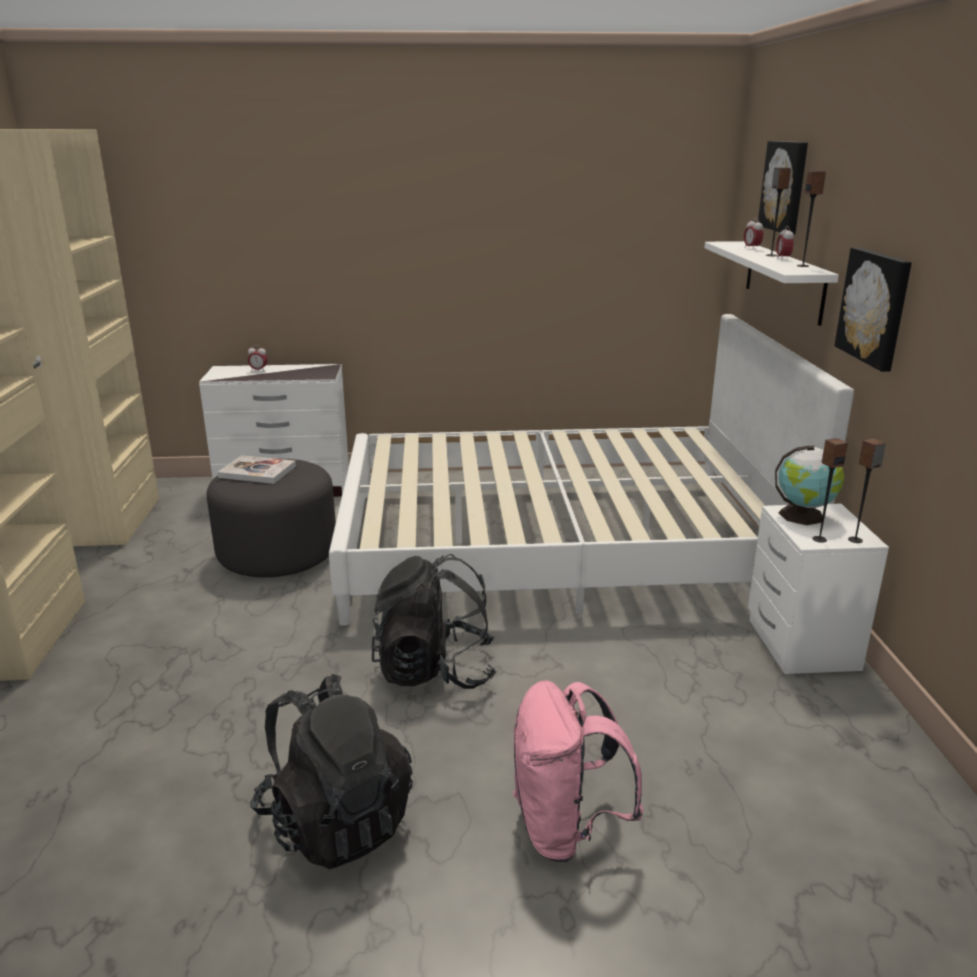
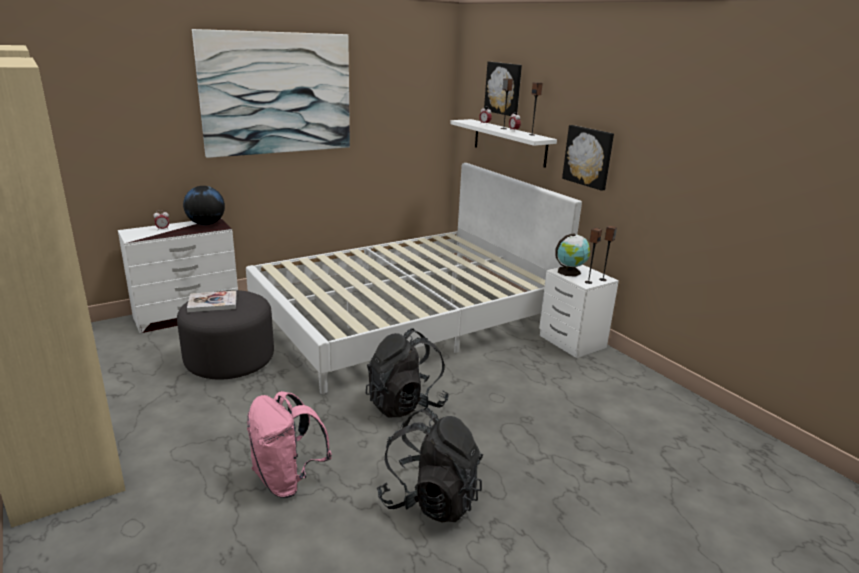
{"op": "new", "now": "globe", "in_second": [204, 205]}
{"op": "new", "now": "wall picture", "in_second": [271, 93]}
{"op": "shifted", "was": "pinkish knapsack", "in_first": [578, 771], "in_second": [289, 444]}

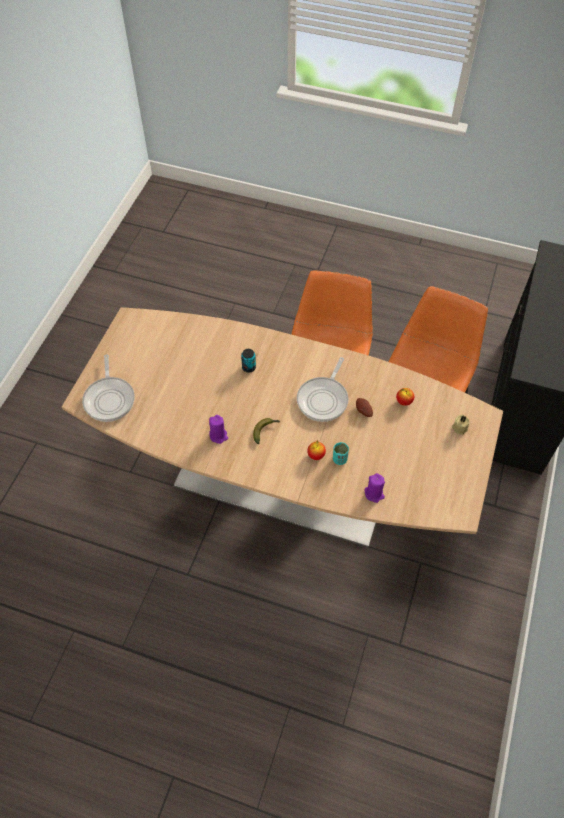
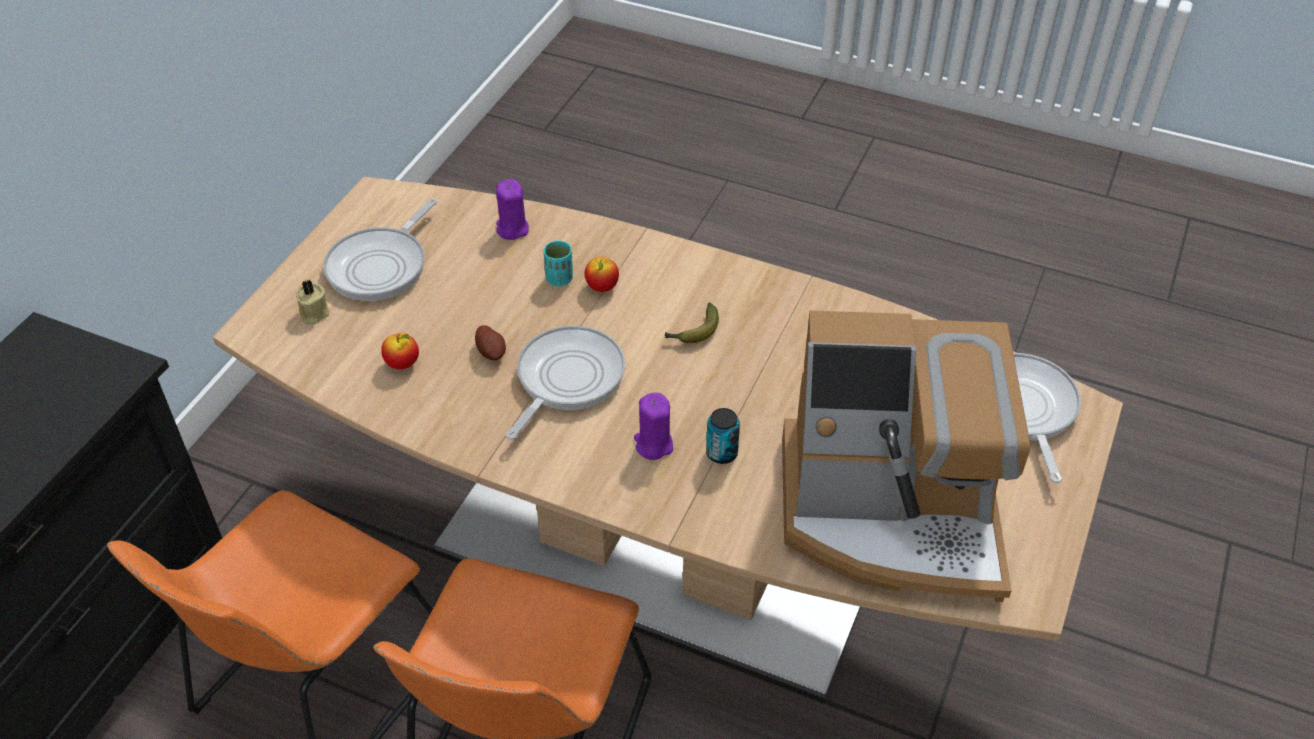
{"op": "new", "now": "pan", "in_second": [380, 249]}
{"op": "new", "now": "coffee brewer", "in_second": [906, 456]}
{"op": "shifted", "was": "purplish wax candle", "in_first": [218, 429], "in_second": [653, 426]}

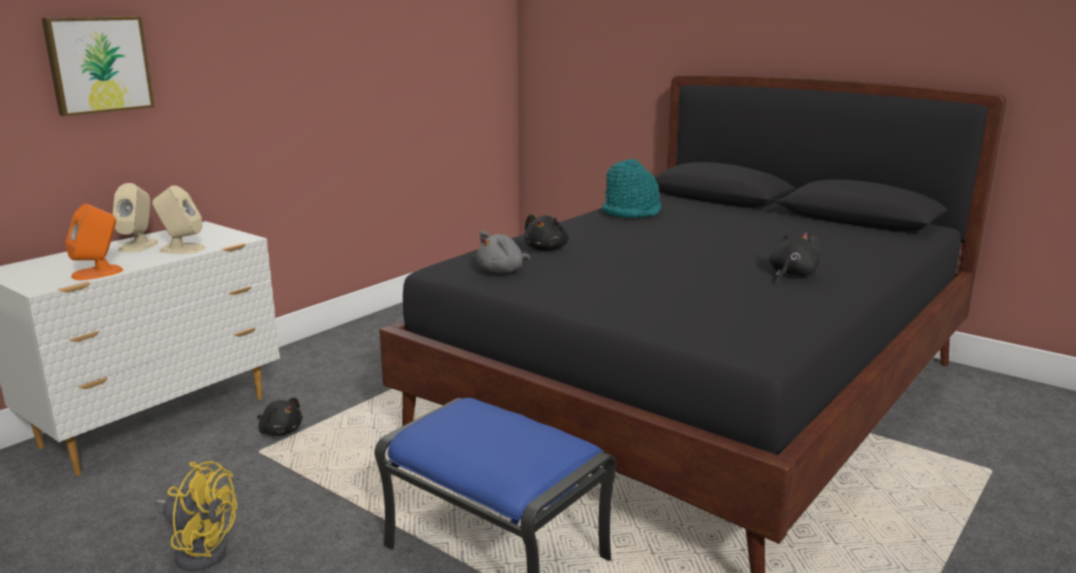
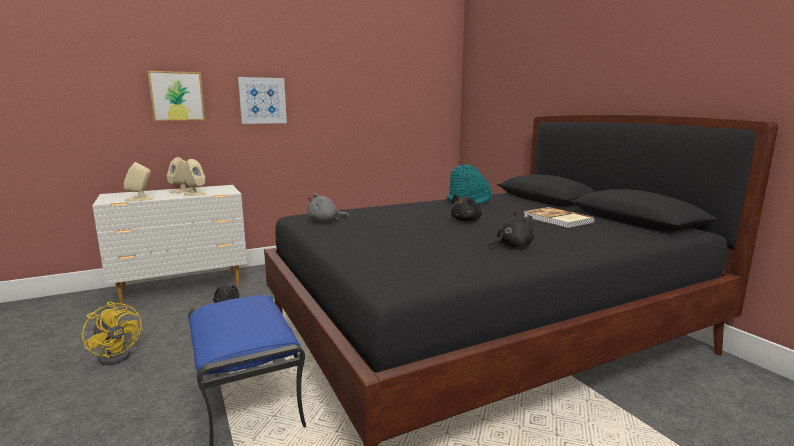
{"op": "new", "now": "wall picture", "in_second": [262, 100]}
{"op": "new", "now": "book", "in_second": [559, 217]}
{"op": "shifted", "was": "black-coloured plush toy", "in_first": [546, 232], "in_second": [466, 207]}
{"op": "repainted", "was": "orange loudspeaker", "now": "sand-coloured loudspeaker", "in_first": [94, 242], "in_second": [138, 181]}

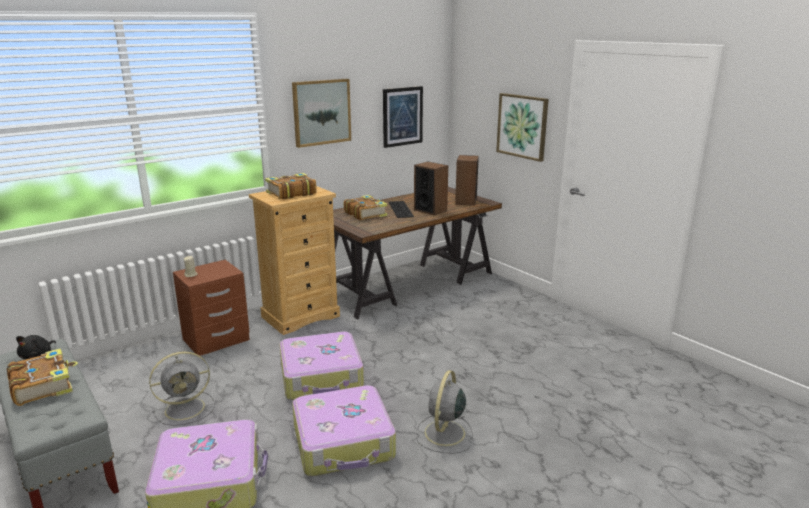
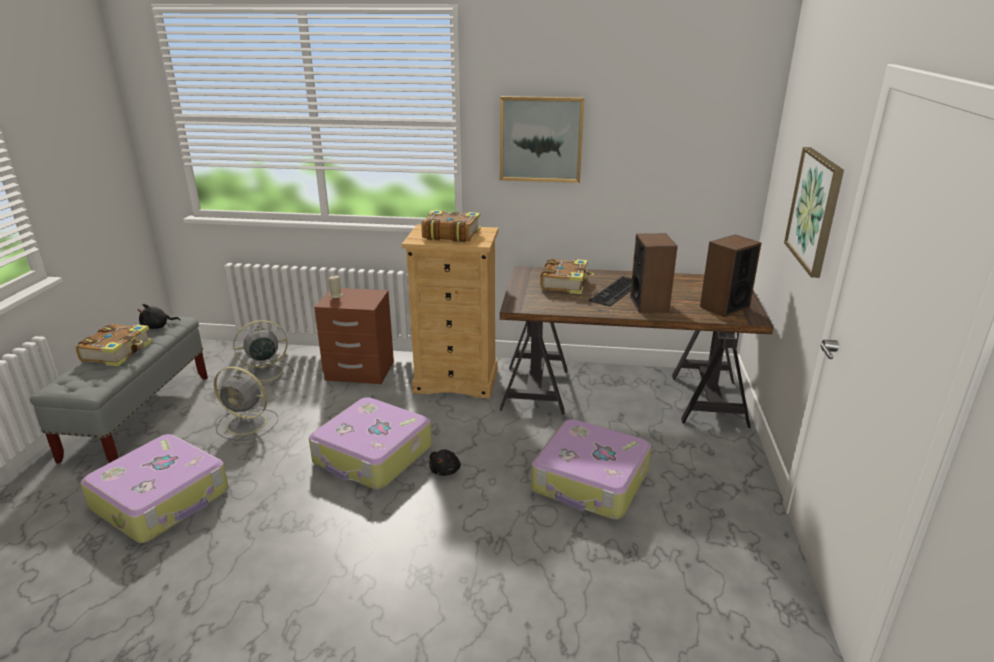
{"op": "gone", "was": "wall picture", "in_first": [403, 117]}
{"op": "new", "now": "black-coloured plush toy", "in_second": [445, 463]}
{"op": "shifted", "was": "suitcase", "in_first": [344, 430], "in_second": [591, 469]}
{"op": "shifted", "was": "greyish fan", "in_first": [444, 412], "in_second": [263, 353]}

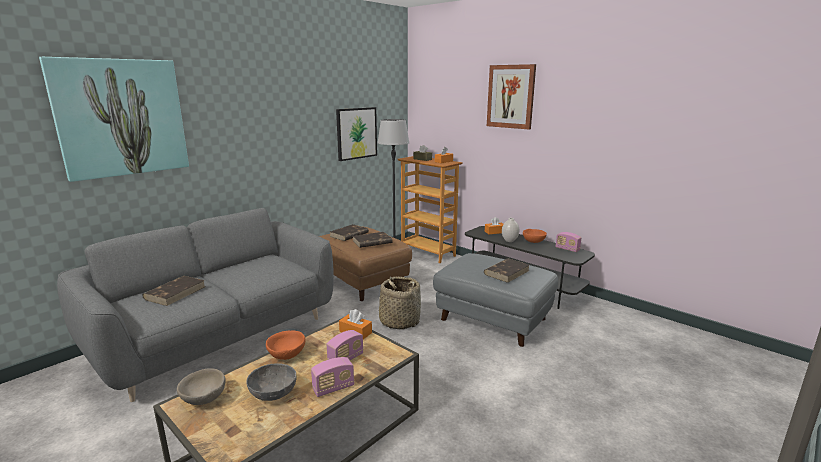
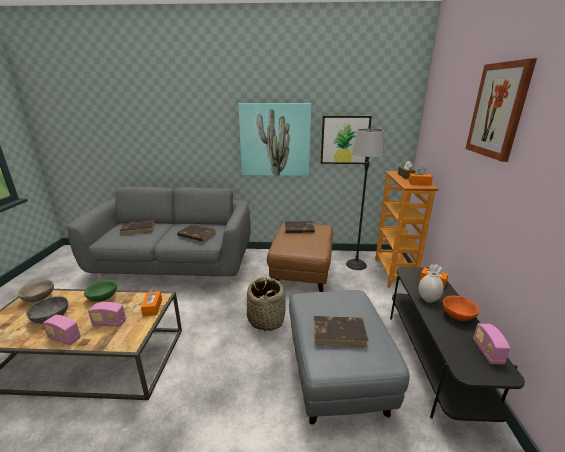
{"op": "shifted", "was": "wall picture", "in_first": [114, 119], "in_second": [274, 139]}
{"op": "shifted", "was": "brown-coloured book", "in_first": [372, 240], "in_second": [196, 233]}
{"op": "repainted", "was": "orange bowl", "now": "green bowl", "in_first": [285, 345], "in_second": [100, 291]}

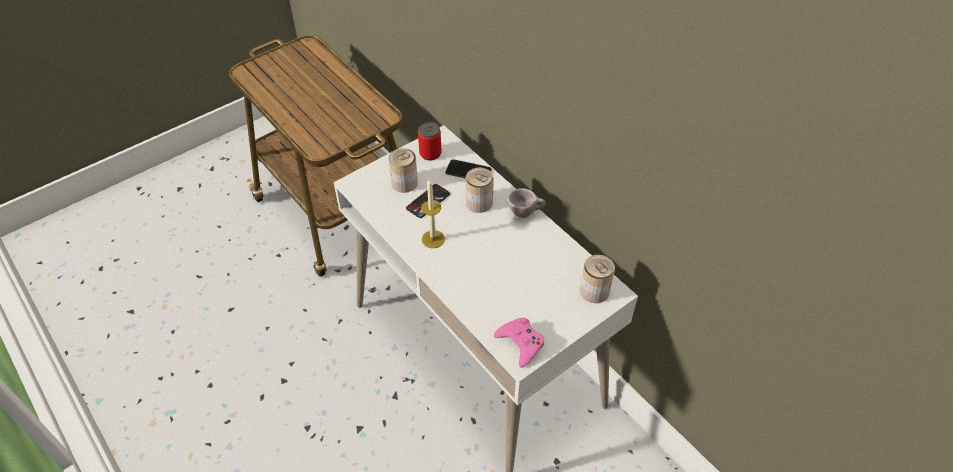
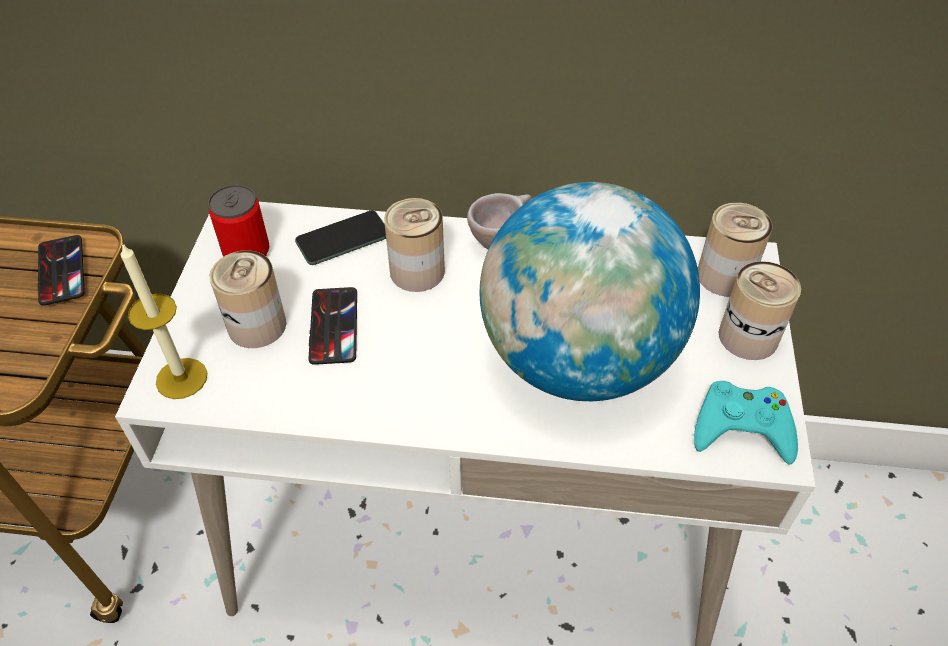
{"op": "new", "now": "handset", "in_second": [61, 270]}
{"op": "new", "now": "globe", "in_second": [590, 291]}
{"op": "new", "now": "sealed can", "in_second": [760, 310]}
{"op": "shifted", "was": "wax candle", "in_first": [433, 213], "in_second": [164, 321]}
{"op": "repainted", "was": "pinkish gamepad", "now": "blue-green gamepad", "in_first": [519, 343], "in_second": [746, 422]}

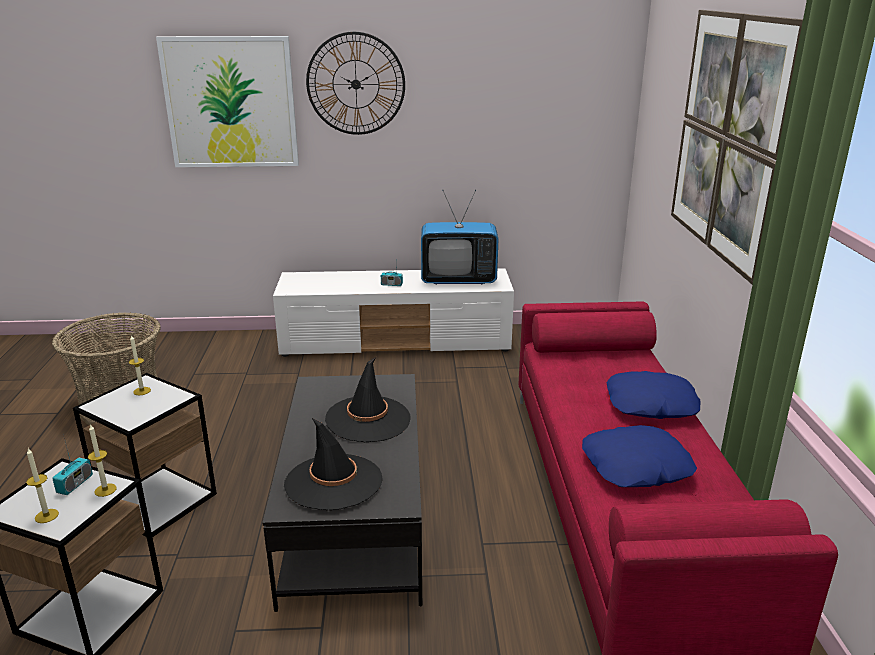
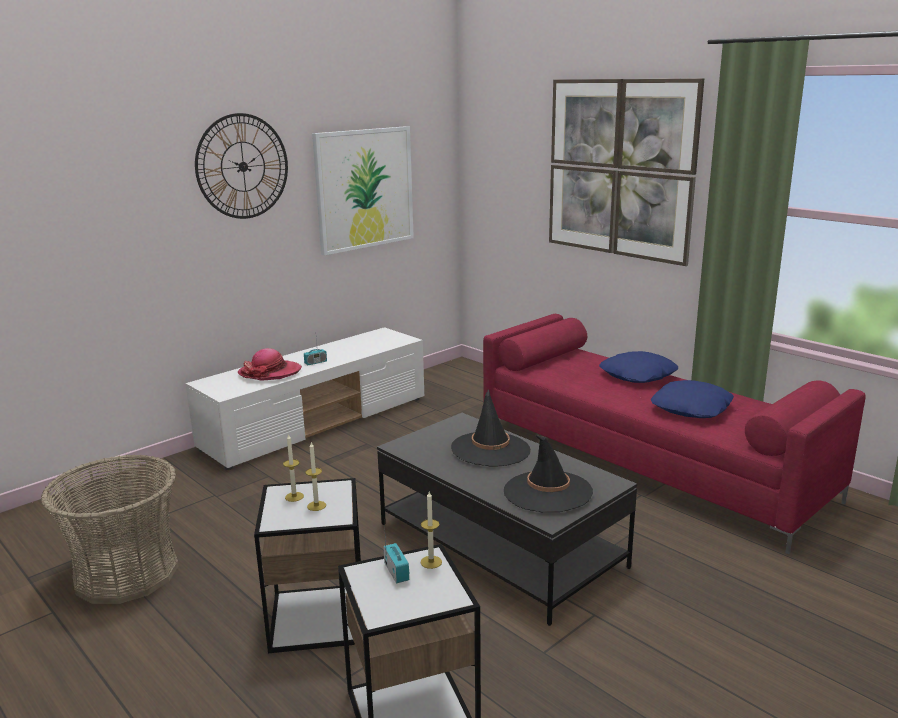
{"op": "gone", "was": "television", "in_first": [460, 237]}
{"op": "new", "now": "hat", "in_second": [270, 364]}
{"op": "shifted", "was": "wax candle", "in_first": [42, 485], "in_second": [315, 476]}
{"op": "shifted", "was": "wall picture", "in_first": [227, 101], "in_second": [363, 191]}

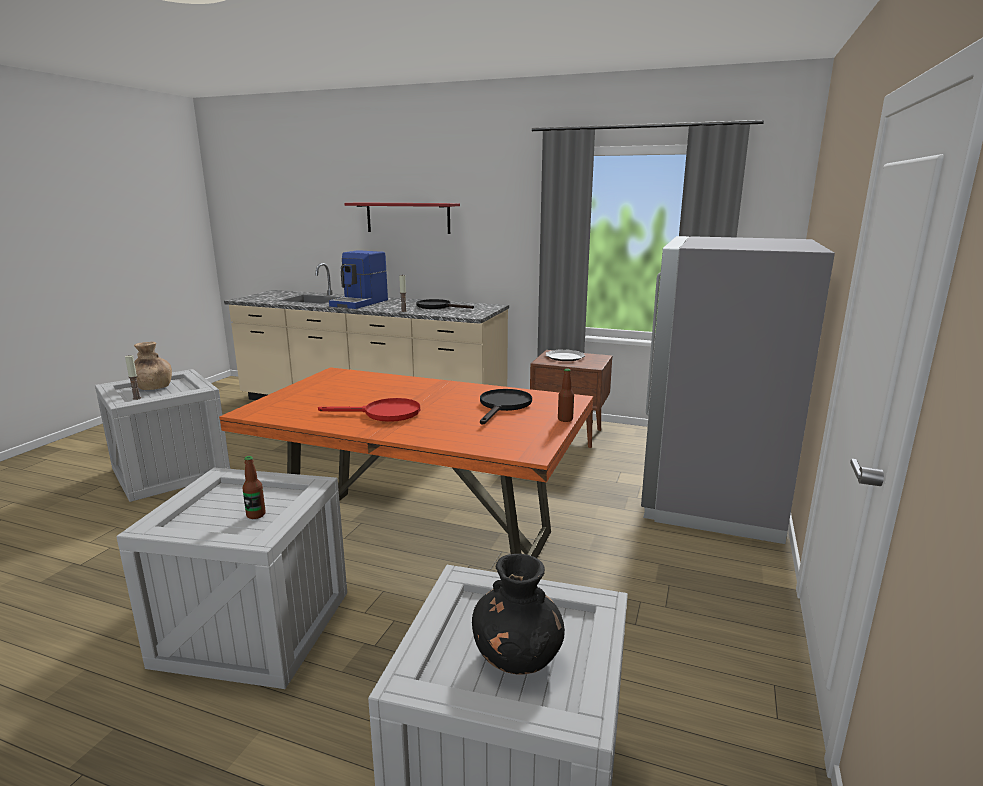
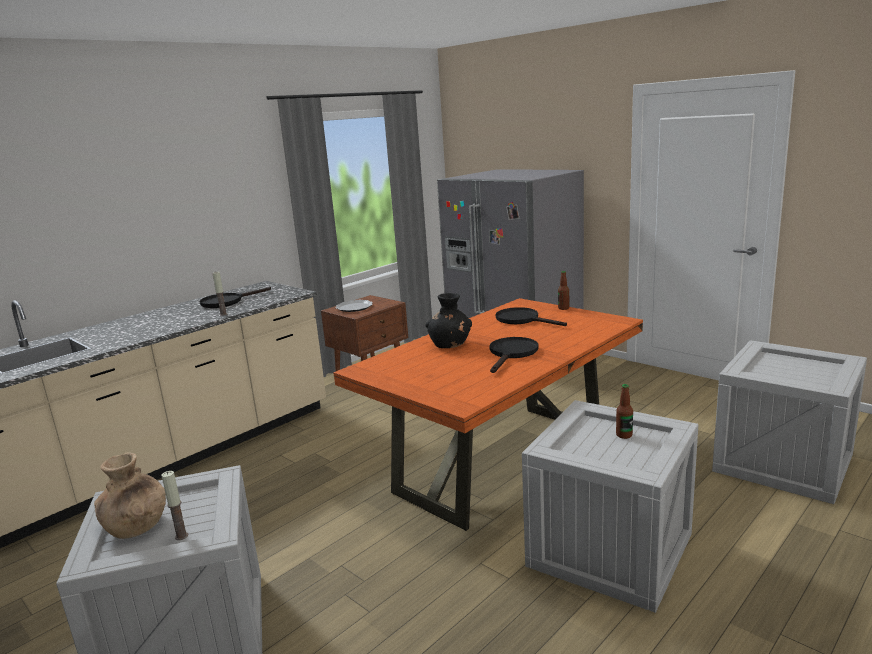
{"op": "gone", "was": "coffee brewer", "in_first": [358, 279]}
{"op": "gone", "was": "red-coloured wall shelf", "in_first": [402, 218]}
{"op": "shifted", "was": "black-coloured flower vase", "in_first": [518, 614], "in_second": [449, 320]}
{"op": "repainted", "was": "red-coloured pan", "now": "black-coloured pan", "in_first": [369, 410], "in_second": [514, 355]}

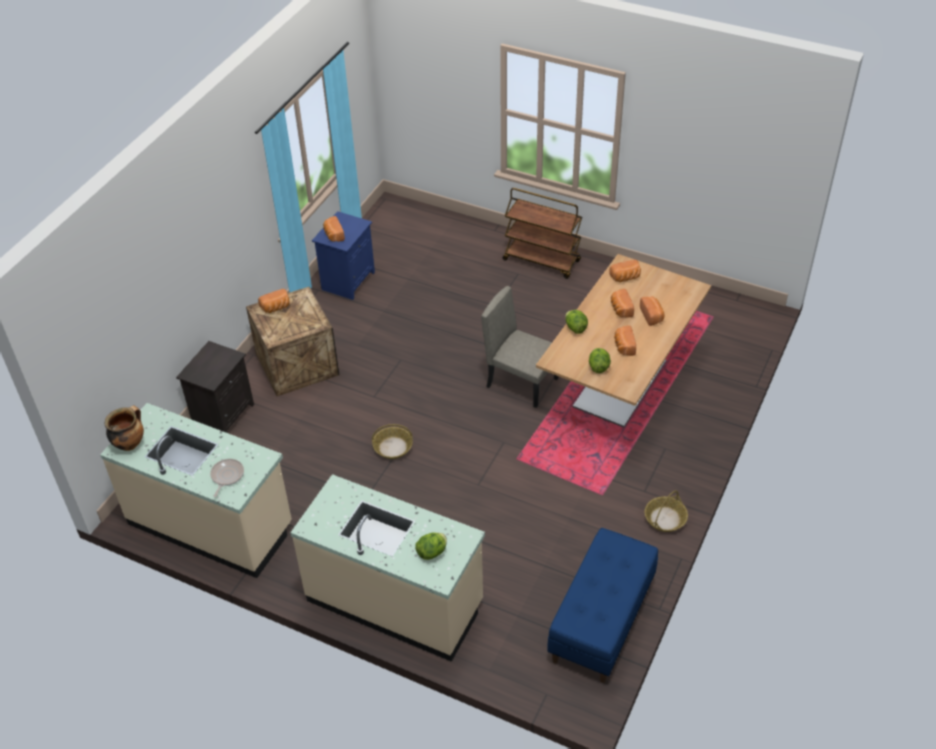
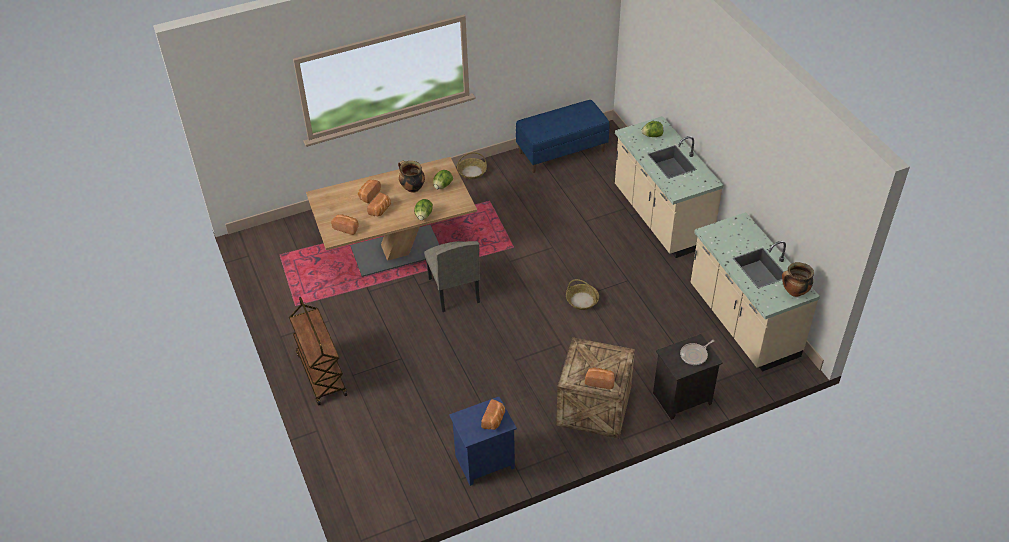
{"op": "shifted", "was": "pan", "in_first": [227, 478], "in_second": [697, 352]}
{"op": "swapped", "was": "baked bread", "now": "saucepot", "in_first": [625, 340], "in_second": [411, 177]}

